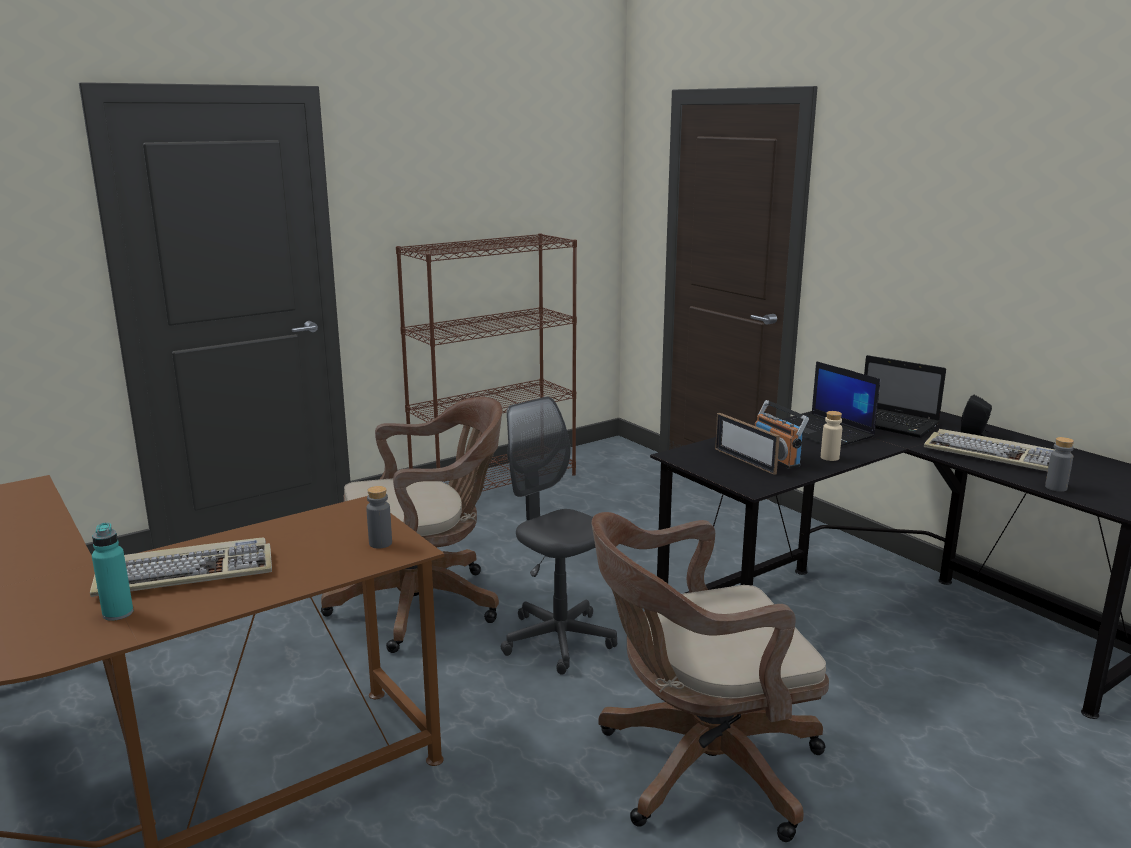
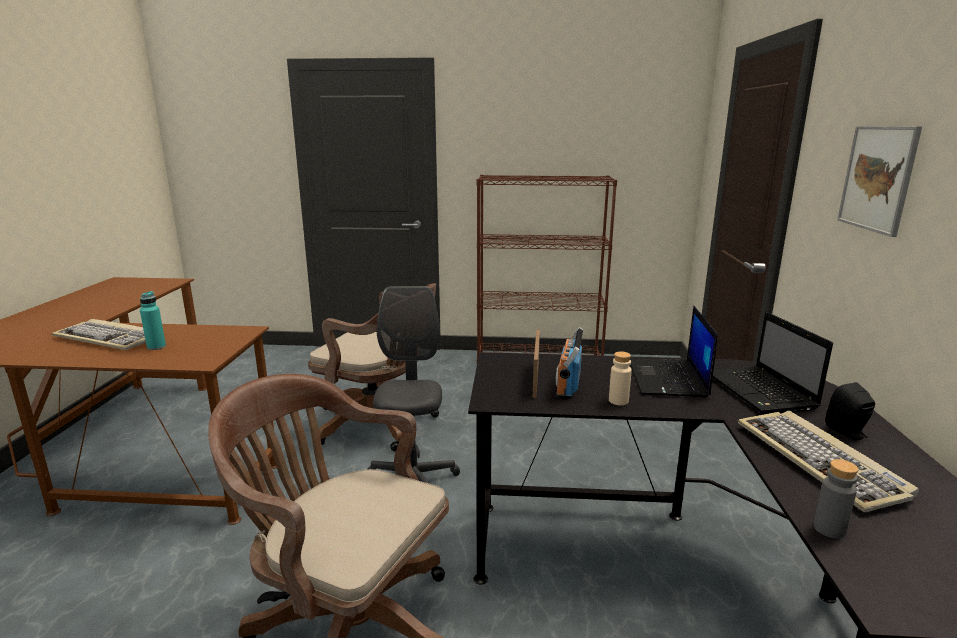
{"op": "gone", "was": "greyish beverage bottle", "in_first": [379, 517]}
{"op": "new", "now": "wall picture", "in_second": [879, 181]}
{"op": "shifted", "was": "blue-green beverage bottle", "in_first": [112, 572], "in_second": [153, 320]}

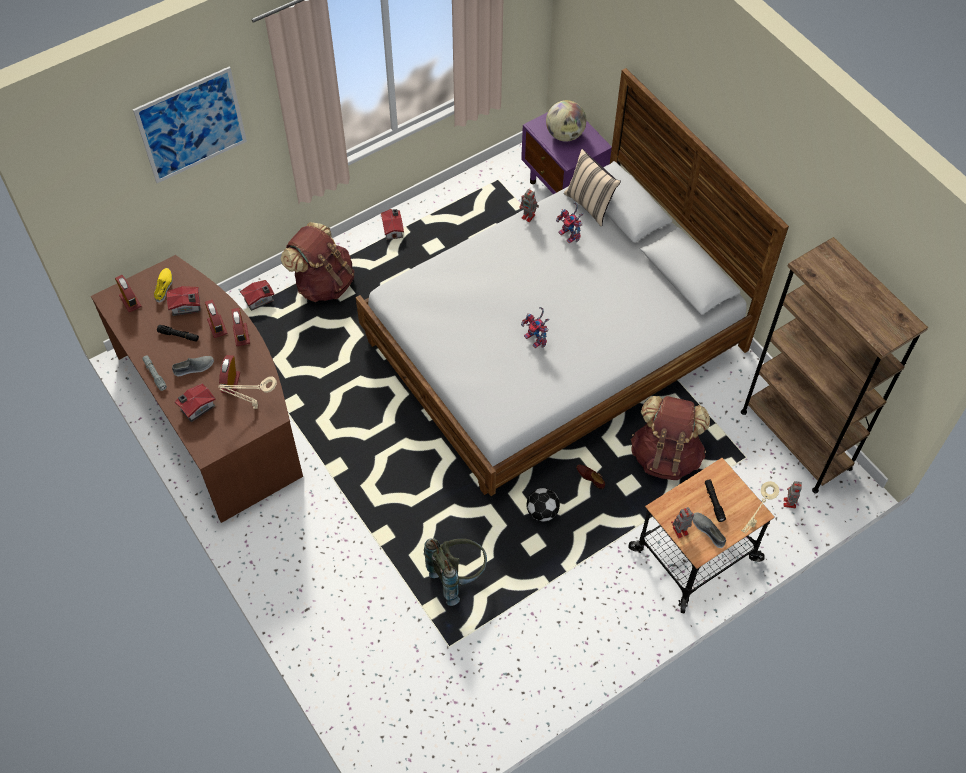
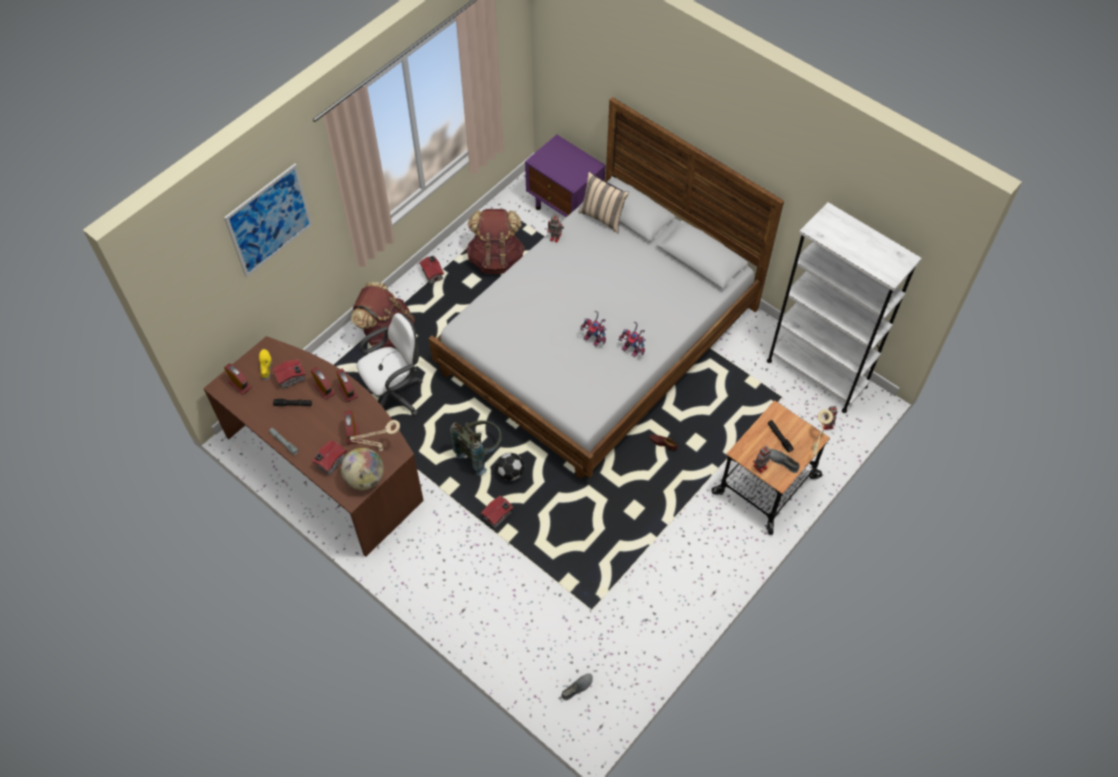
{"op": "new", "now": "white desk chair", "in_second": [389, 364]}
{"op": "shifted", "was": "greyish item of footwear", "in_first": [193, 366], "in_second": [577, 686]}
{"op": "shifted", "was": "toy house", "in_first": [257, 295], "in_second": [497, 512]}
{"op": "shifted", "was": "greyish knapsack", "in_first": [455, 572], "in_second": [476, 448]}
{"op": "shifted", "was": "football ball", "in_first": [543, 505], "in_second": [510, 467]}
{"op": "shifted", "was": "globe", "in_first": [566, 121], "in_second": [362, 469]}
{"op": "shifted", "was": "robot figure", "in_first": [569, 222], "in_second": [632, 339]}
{"op": "shifted", "was": "brown-coloured knapsack", "in_first": [670, 438], "in_second": [495, 241]}
{"op": "repainted", "was": "brown-coloured shelving unit", "now": "white shelving unit", "in_first": [834, 365], "in_second": [844, 307]}

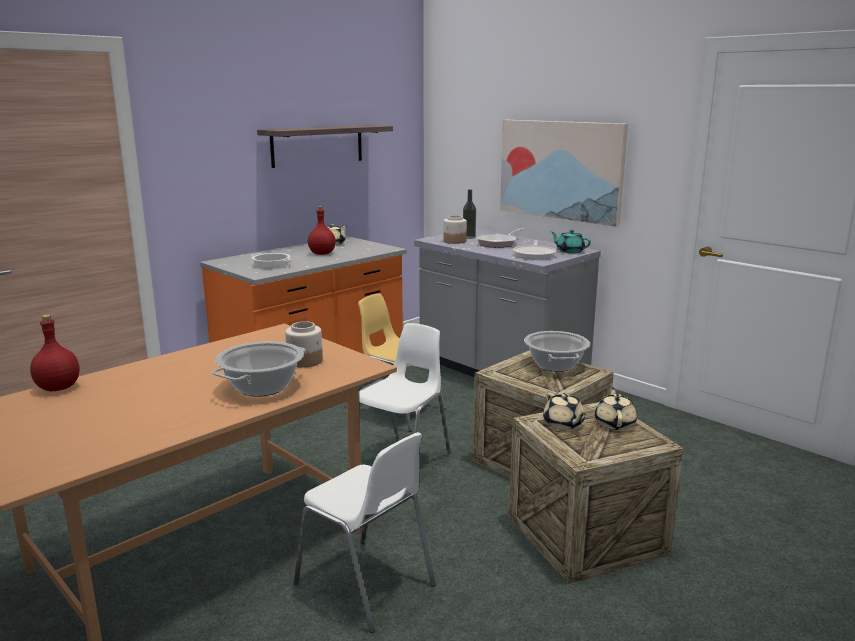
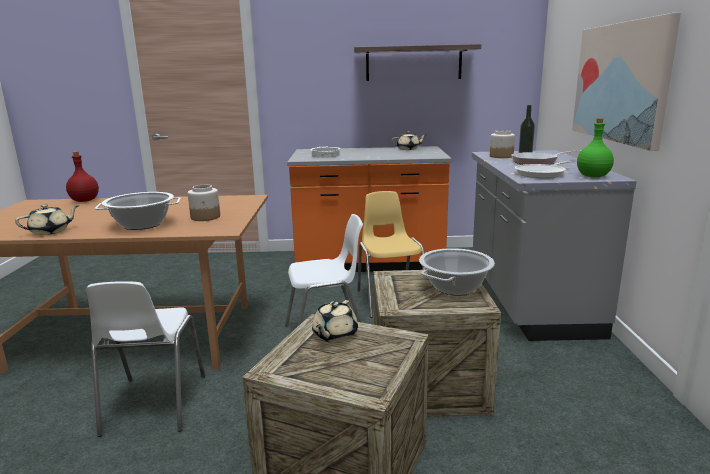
{"op": "gone", "was": "red-coloured beverage bottle", "in_first": [322, 230]}
{"op": "shifted", "was": "sand-coloured teapot", "in_first": [616, 408], "in_second": [47, 219]}
{"op": "swapped", "was": "blue-green teapot", "now": "green beverage bottle", "in_first": [571, 241], "in_second": [595, 147]}

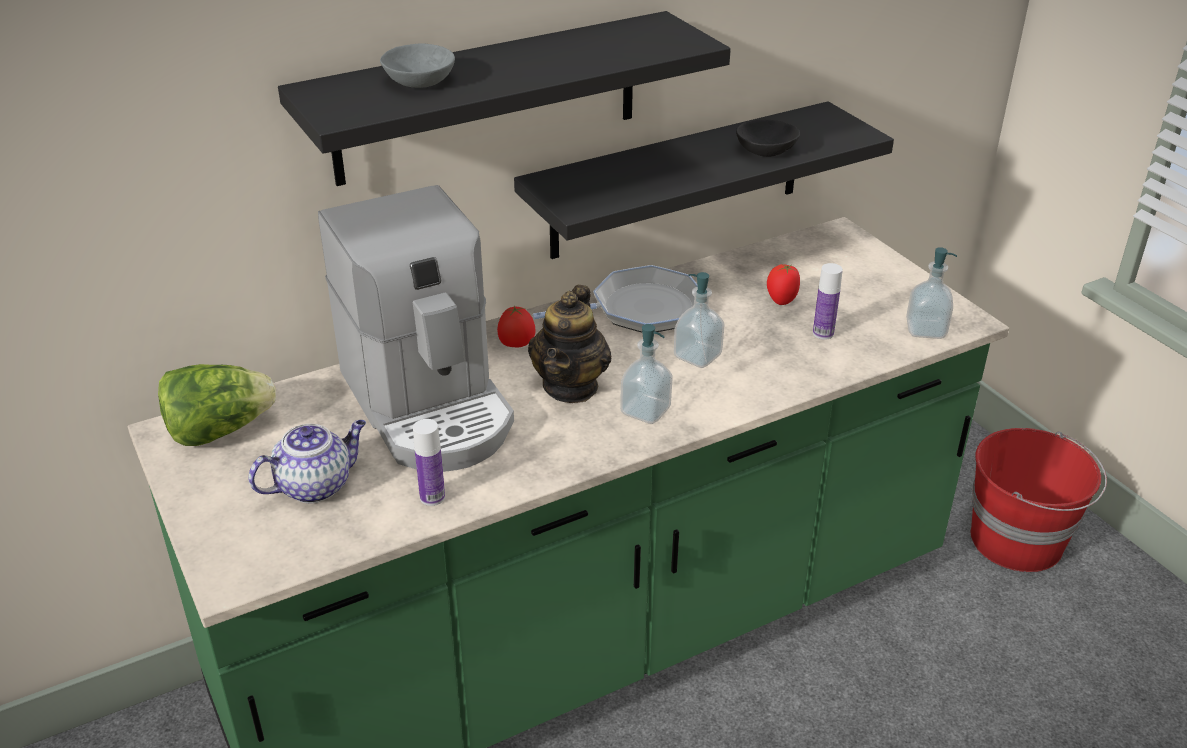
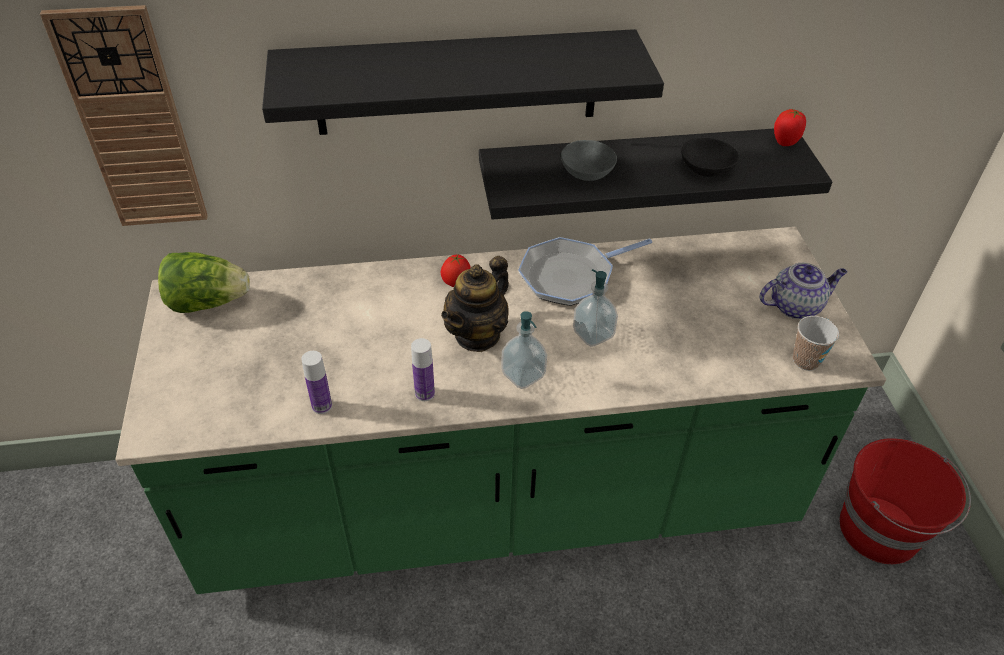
{"op": "gone", "was": "coffee brewer", "in_first": [416, 328]}
{"op": "new", "now": "wall clock", "in_second": [124, 115]}
{"op": "shifted", "was": "teapot", "in_first": [307, 461], "in_second": [803, 291]}
{"op": "shifted", "was": "greyish bowl", "in_first": [417, 65], "in_second": [589, 160]}
{"op": "shifted", "was": "whole tomato", "in_first": [783, 284], "in_second": [790, 127]}
{"op": "shifted", "was": "beverage bottle", "in_first": [828, 301], "in_second": [423, 369]}
{"op": "swapped", "was": "soap dispenser", "now": "drinking cup", "in_first": [931, 293], "in_second": [816, 343]}
{"op": "rotated", "was": "pan", "in_first": [615, 298], "in_second": [585, 271], "clockwise": 150}

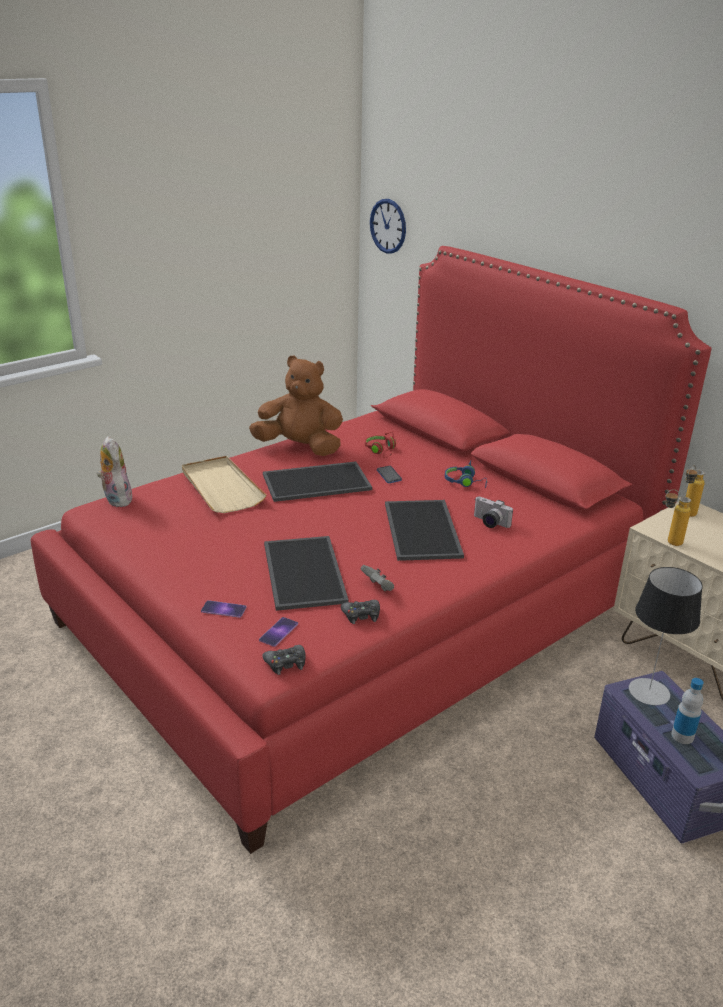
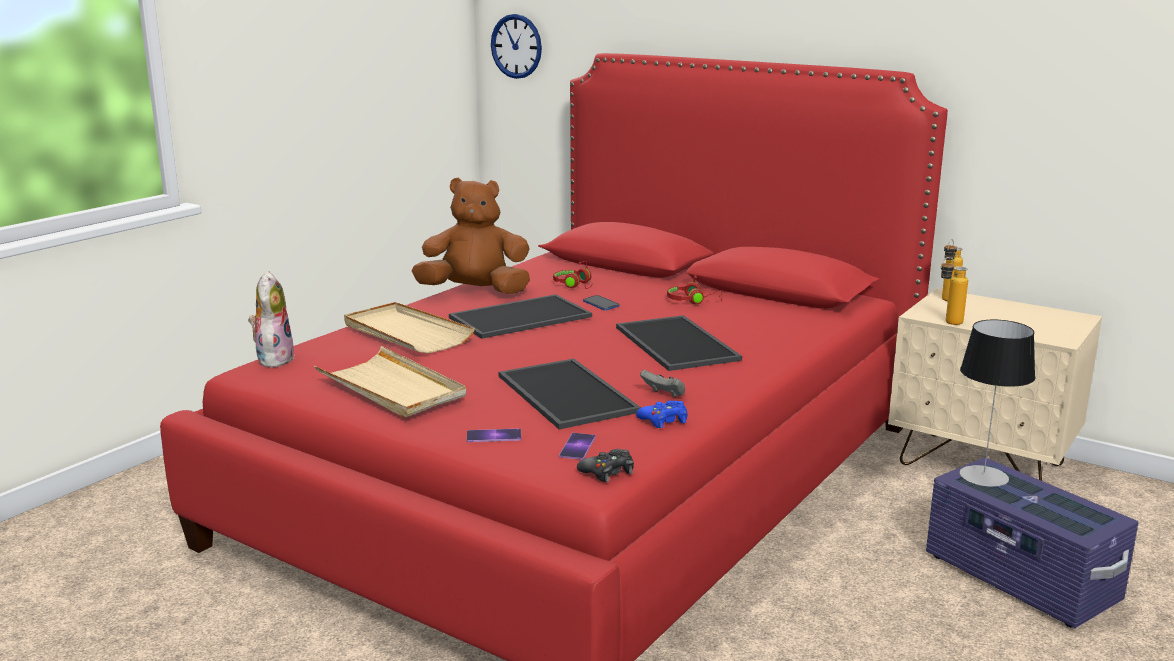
{"op": "gone", "was": "still camera", "in_first": [493, 512]}
{"op": "gone", "was": "beverage bottle", "in_first": [687, 711]}
{"op": "new", "now": "sand-coloured carrying tray", "in_second": [390, 382]}
{"op": "repainted", "was": "black-coloured gamepad", "now": "blue-coloured gamepad", "in_first": [360, 612], "in_second": [661, 414]}
{"op": "repainted", "was": "blue-coloured pair of headphones", "now": "red-coloured pair of headphones", "in_first": [466, 474], "in_second": [694, 289]}
{"op": "rotated", "was": "plush toy", "in_first": [115, 471], "in_second": [271, 319], "clockwise": 45}

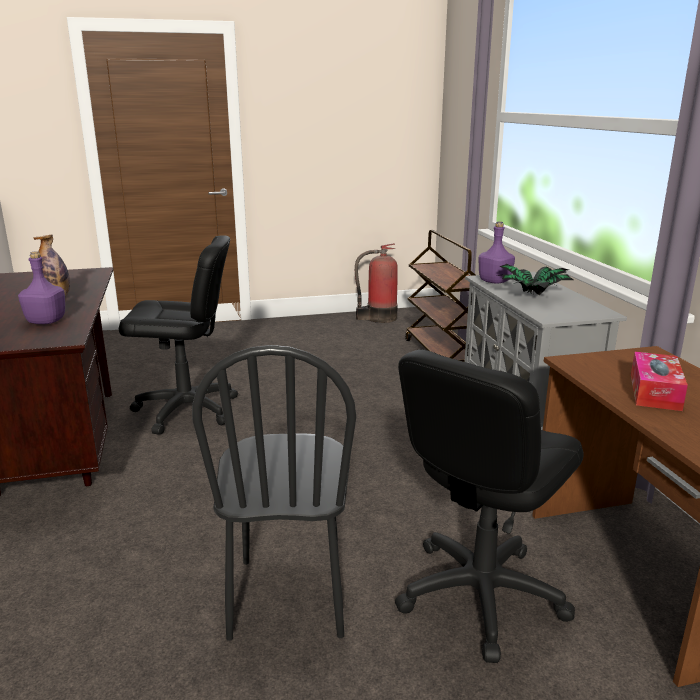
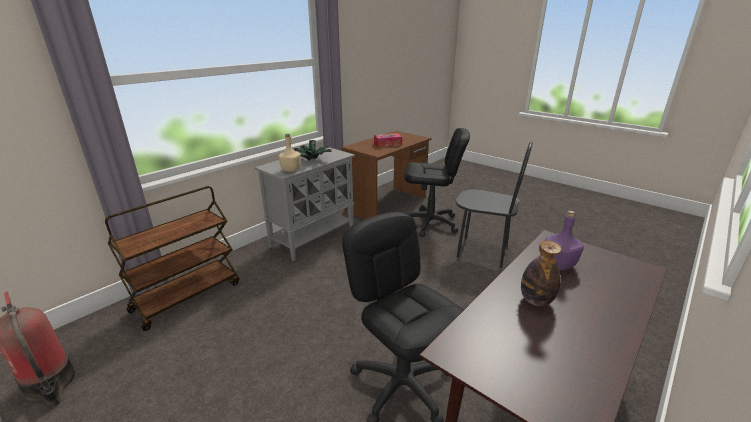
{"op": "repainted", "was": "purplish beverage bottle", "now": "sand-coloured beverage bottle", "in_first": [496, 253], "in_second": [290, 153]}
{"op": "rotated", "was": "black-coloured upright chair", "in_first": [274, 493], "in_second": [494, 204], "clockwise": 60}

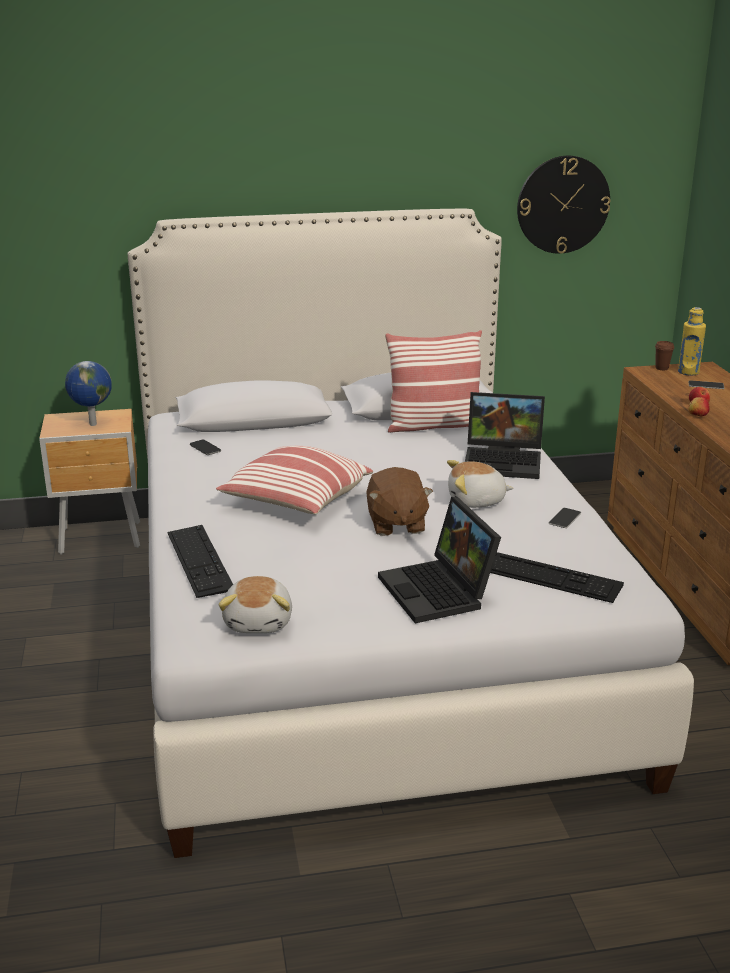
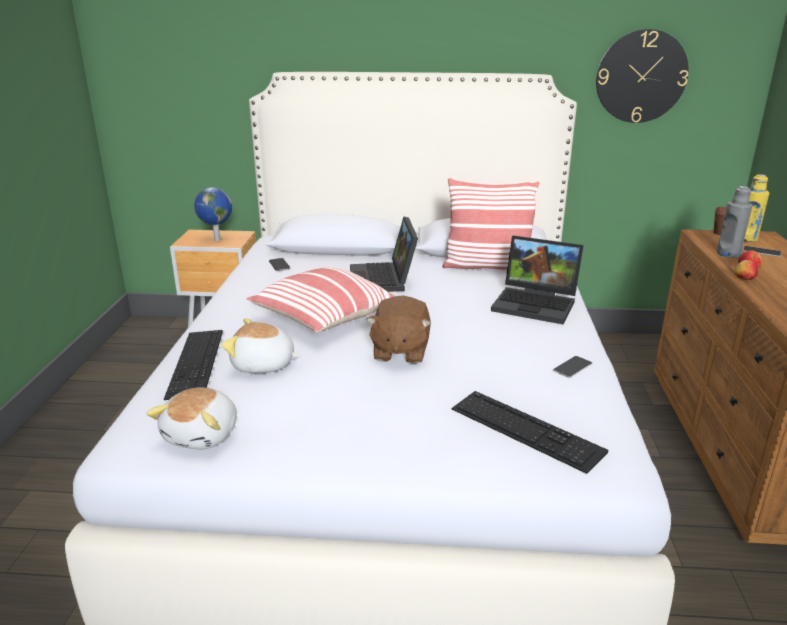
{"op": "new", "now": "greyish beverage bottle", "in_second": [734, 222]}
{"op": "shifted", "was": "laptop", "in_first": [439, 560], "in_second": [384, 254]}
{"op": "shifted", "was": "plush toy", "in_first": [480, 484], "in_second": [261, 345]}

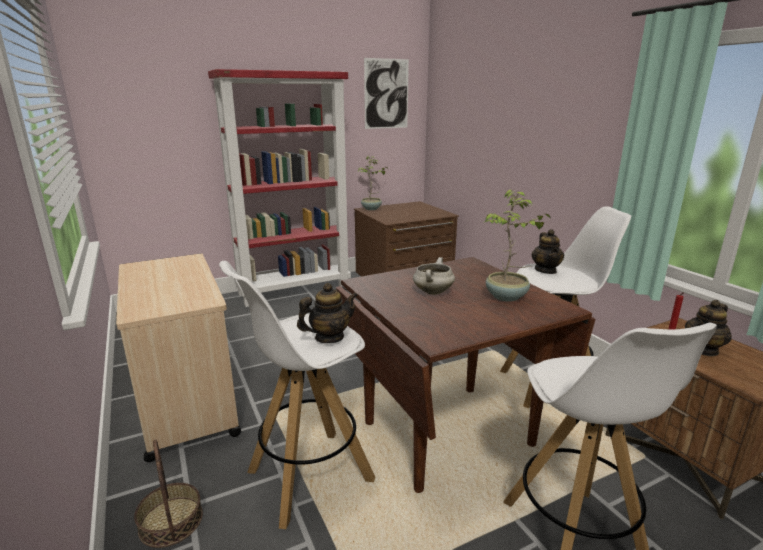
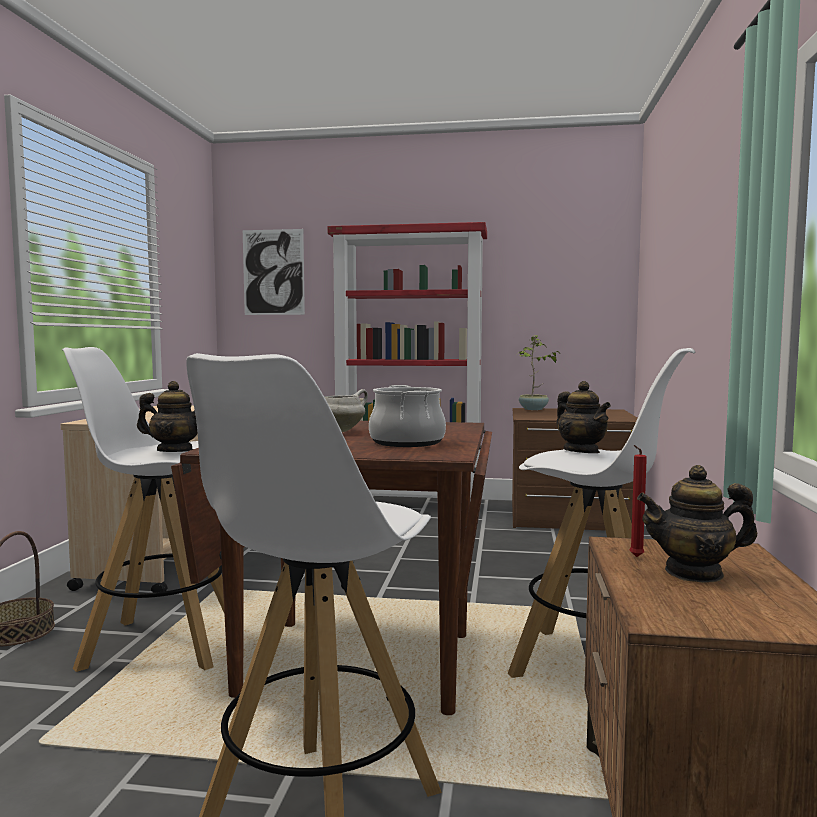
{"op": "shifted", "was": "wall picture", "in_first": [386, 93], "in_second": [274, 272]}
{"op": "swapped", "was": "potted plant", "now": "saucepot", "in_first": [517, 246], "in_second": [407, 416]}
{"op": "rotated", "was": "teapot", "in_first": [547, 251], "in_second": [583, 417], "clockwise": -60}

